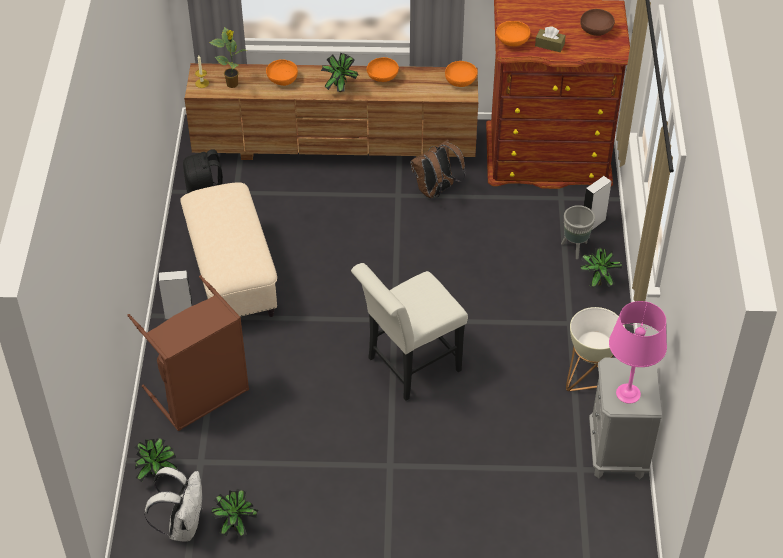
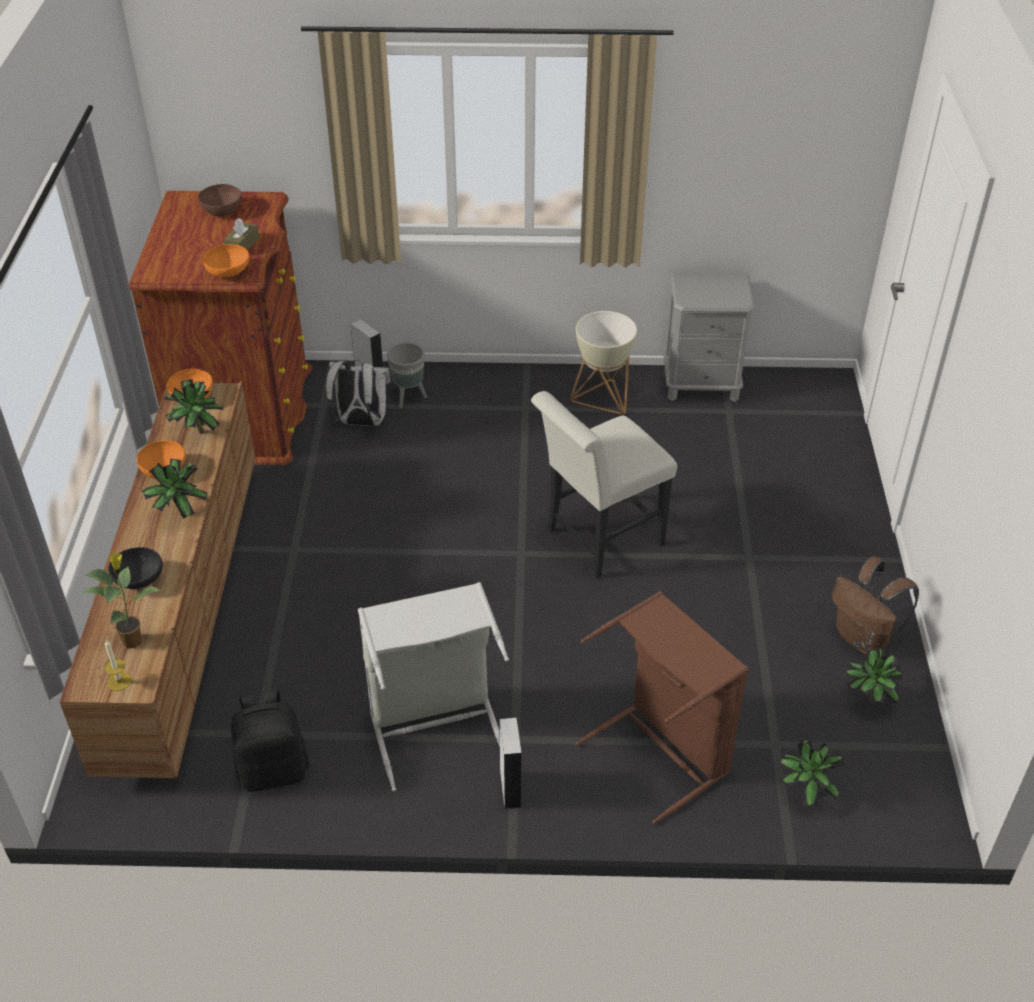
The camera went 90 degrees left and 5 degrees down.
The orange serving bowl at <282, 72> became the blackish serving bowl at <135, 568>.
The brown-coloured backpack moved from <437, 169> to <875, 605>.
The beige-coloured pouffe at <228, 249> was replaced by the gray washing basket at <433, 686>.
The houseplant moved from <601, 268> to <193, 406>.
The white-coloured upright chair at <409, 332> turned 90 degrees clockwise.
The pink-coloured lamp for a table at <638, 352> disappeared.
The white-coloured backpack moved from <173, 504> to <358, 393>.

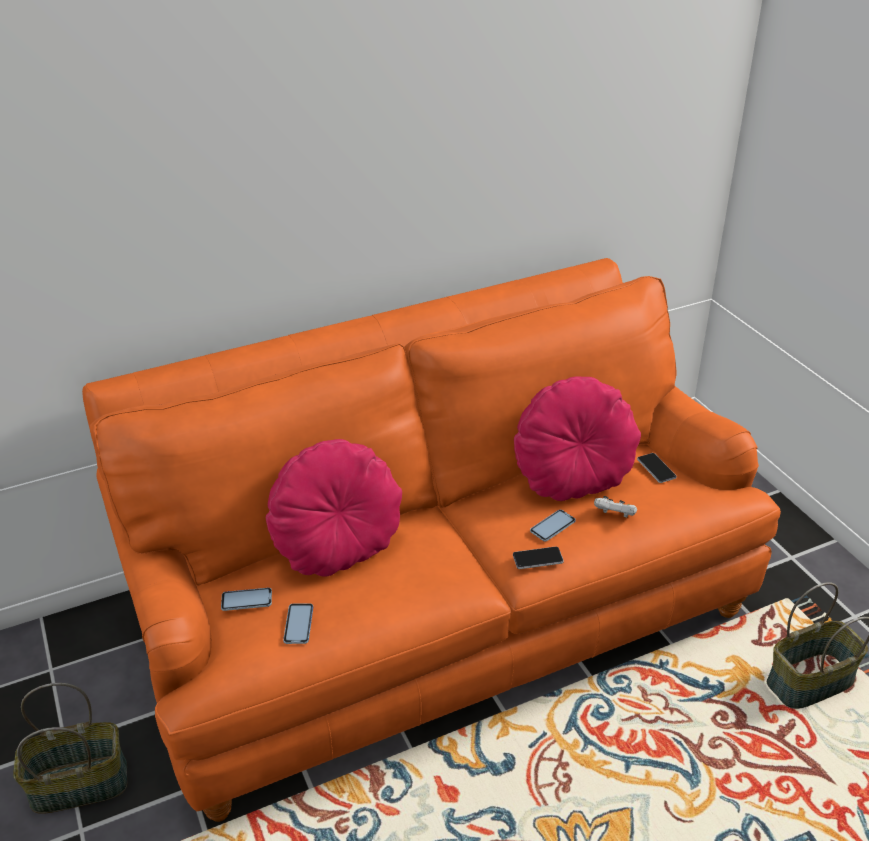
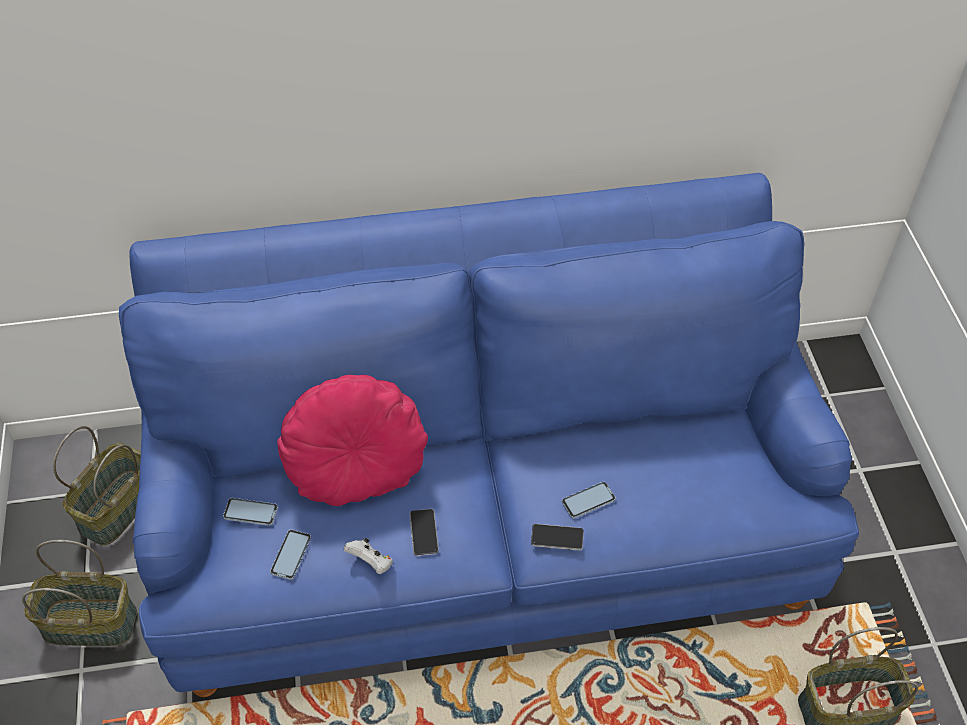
The camera went 15 degrees right and 15 degrees up.
The orange couch at <431, 540> became the blue-coloured couch at <489, 435>.
The pink-coloured pillow at <577, 439> disappeared.
The telephone moved from <657, 468> to <424, 532>.
The white-coloured game controller moved from <615, 507> to <368, 556>.
The basket at <97, 485> appeared.

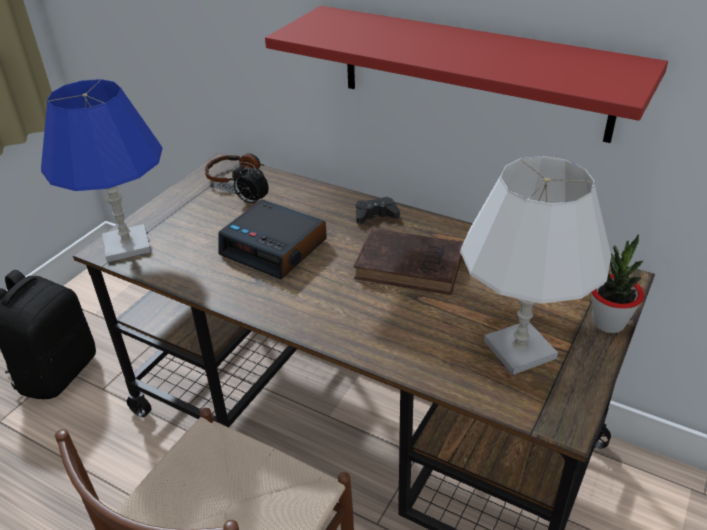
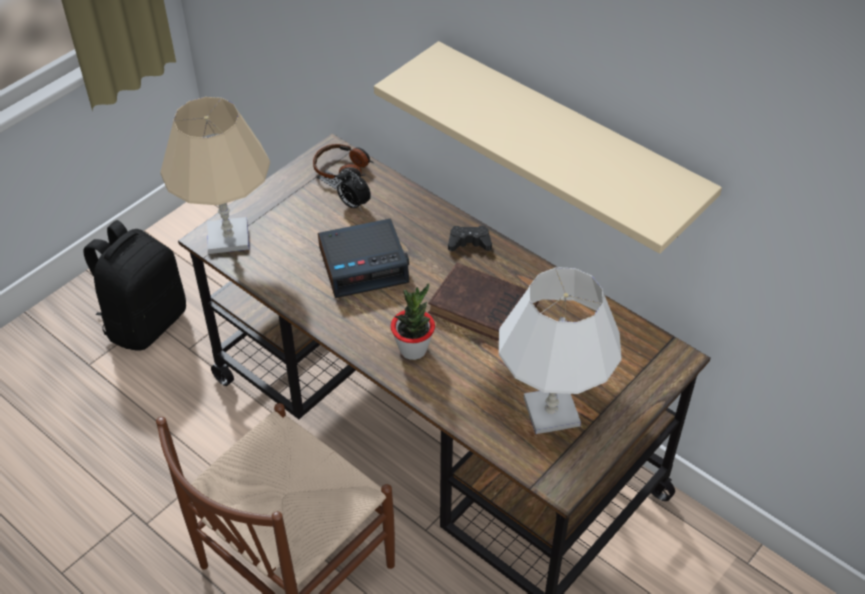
The camera went 10 degrees right and 10 degrees up.
The red shelf at <466, 74> became the beige-coloured shelf at <548, 147>.
The blue-coloured lamp for a table at <101, 170> became the beige-coloured lamp for a table at <215, 175>.
The alarm clock at <272, 239> turned 60 degrees counterclockwise.
The houseplant moved from <617, 283> to <413, 321>.

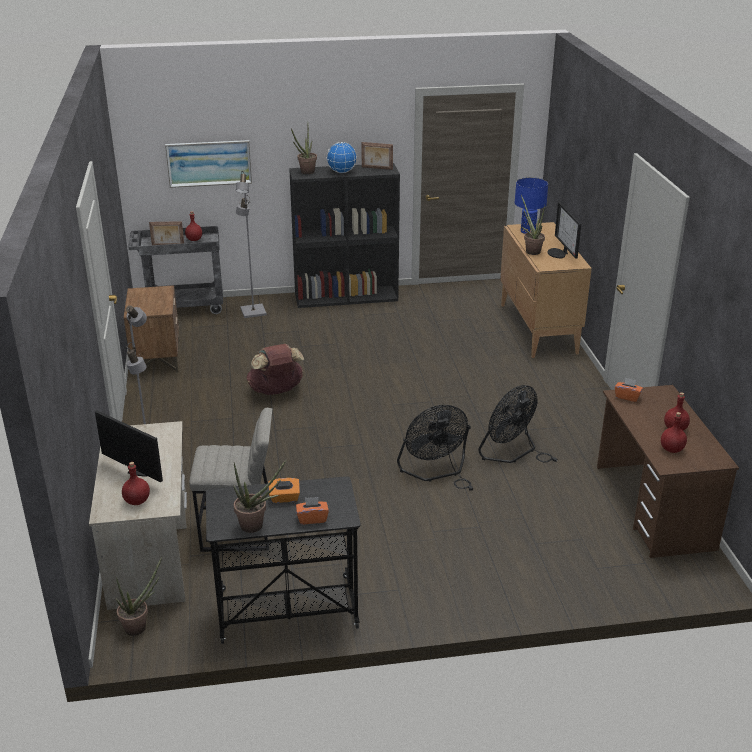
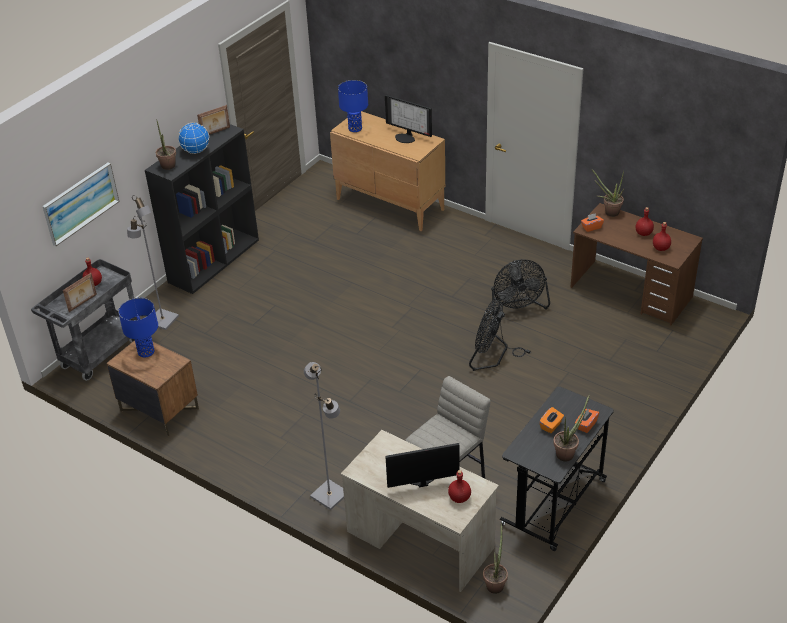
The camera went 45 degrees left and 10 degrees up.
The houseplant moved from <532, 225> to <608, 193>.
The brown-coloured backpack at <275, 369> disappeared.
The blackish fan at <518, 424> turned 105 degrees counterclockwise.
The blue-coloured lamp for a table at <138, 328> appeared.

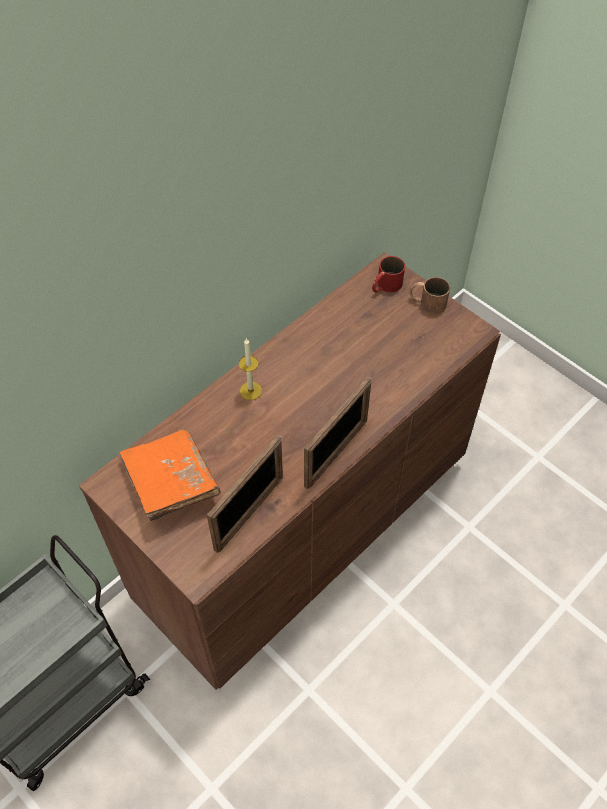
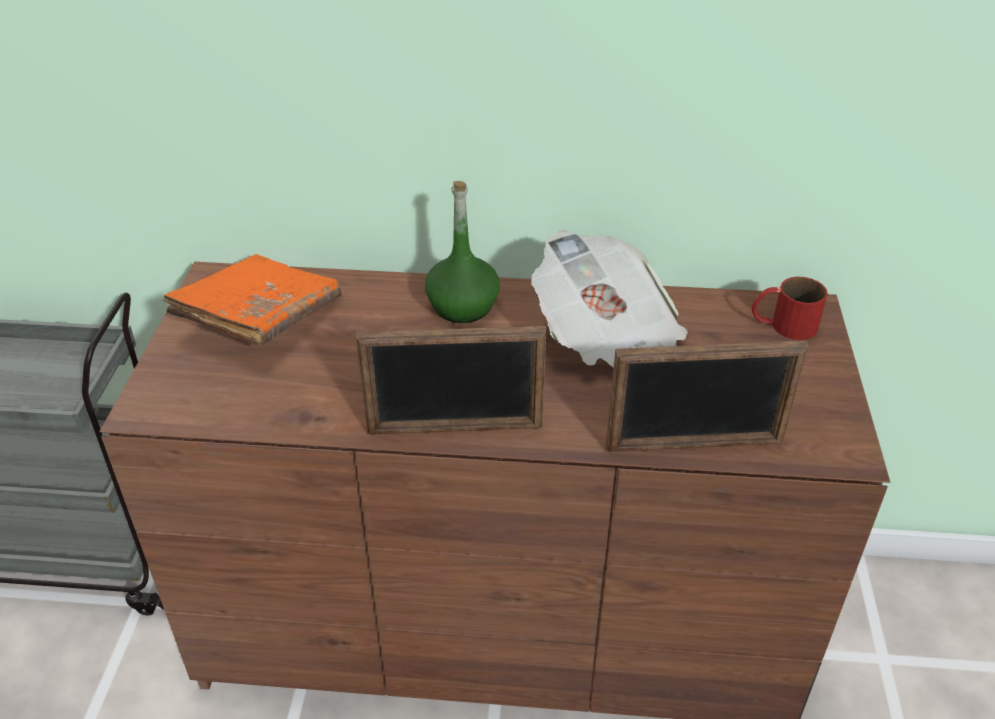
The camera went 50 degrees right and 15 degrees down.
The brown-coloured mug at <429, 295> disappeared.
The wax candle at <250, 369> was replaced by the green-coloured beverage bottle at <462, 252>.
The photo frame moved from <245, 494> to <707, 396>.
The newspaper at <609, 299> appeared.

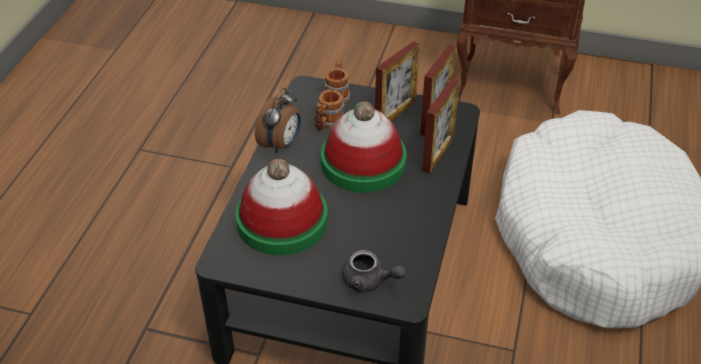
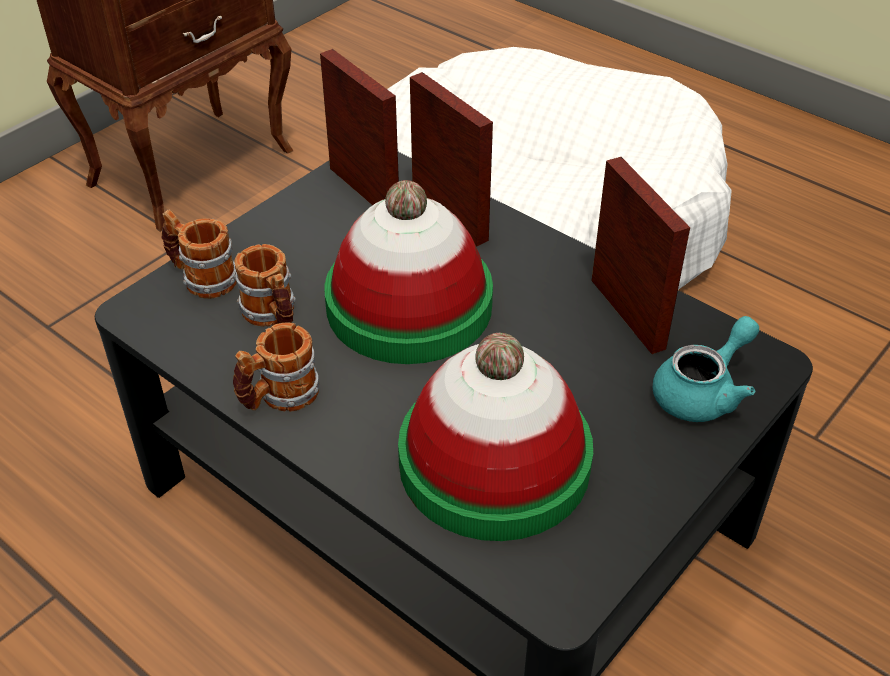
The camera went 65 degrees left and 0 degrees up.
The photo frame moved from <397, 81> to <641, 255>.
The alarm clock at <278, 121> was replaced by the mug at <276, 367>.
The gray teapot at <374, 271> became the turquoise teapot at <706, 369>.

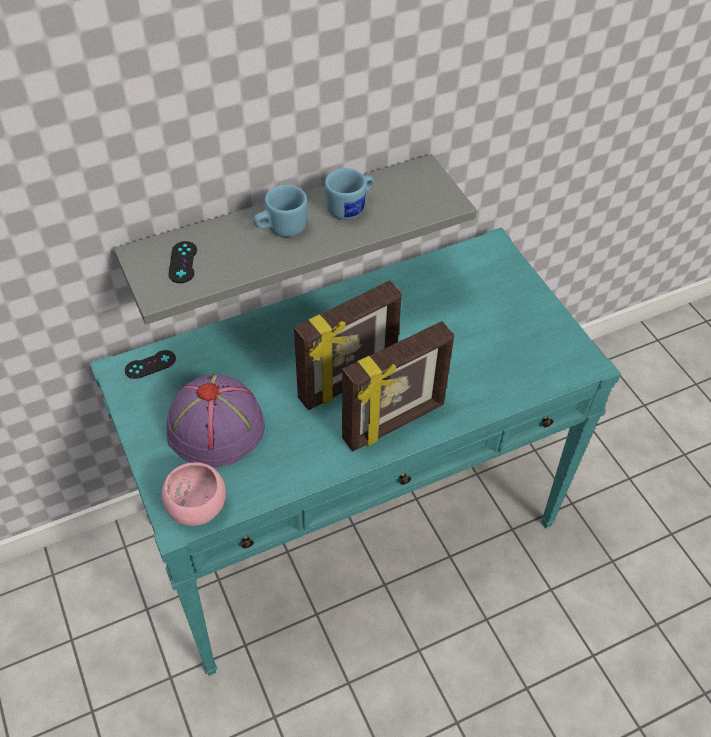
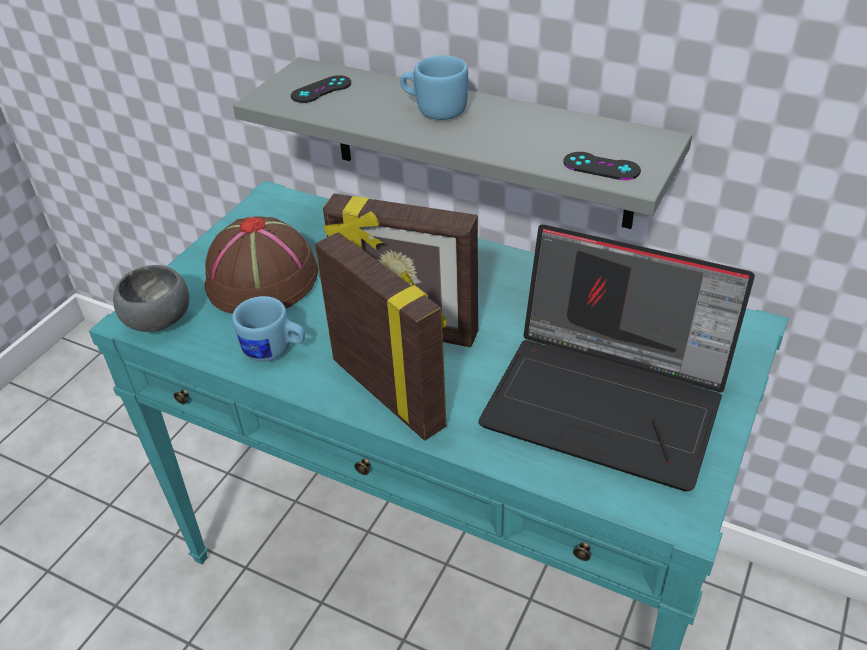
The camera went 55 degrees right and 10 degrees down.
The blue-coloured mug moved from <349, 194> to <268, 329>.
The photo frame at <398, 386> turned 150 degrees counterclockwise.
The blackish game controller moved from <150, 364> to <602, 166>.
The purple wearable hat at <215, 420> became the brown-coloured wearable hat at <261, 265>.
The pink-coloured serving bowl at <194, 494> became the gray serving bowl at <151, 298>.
The portable computer at <616, 358> appeared.

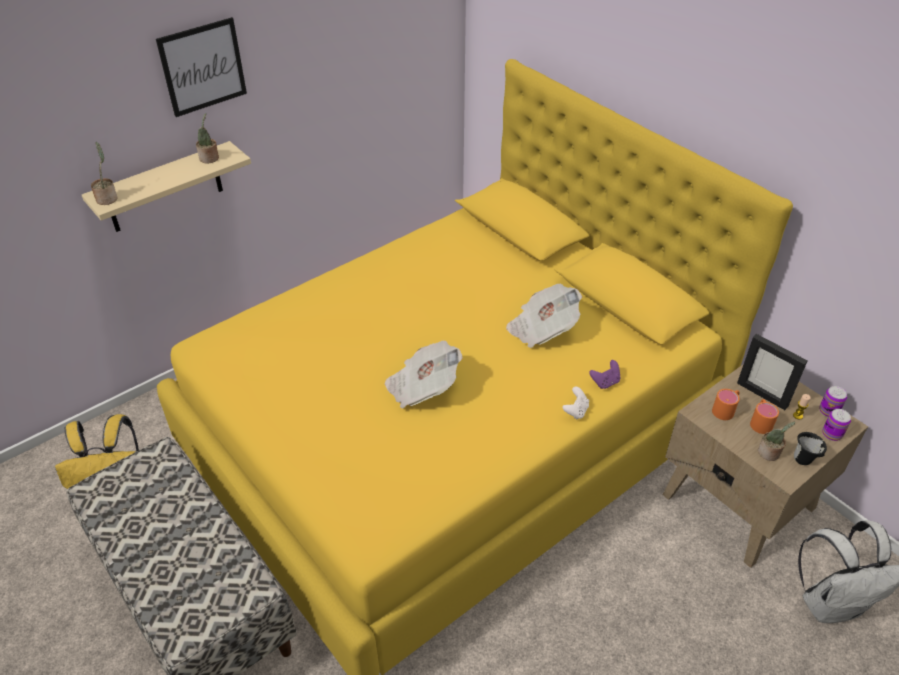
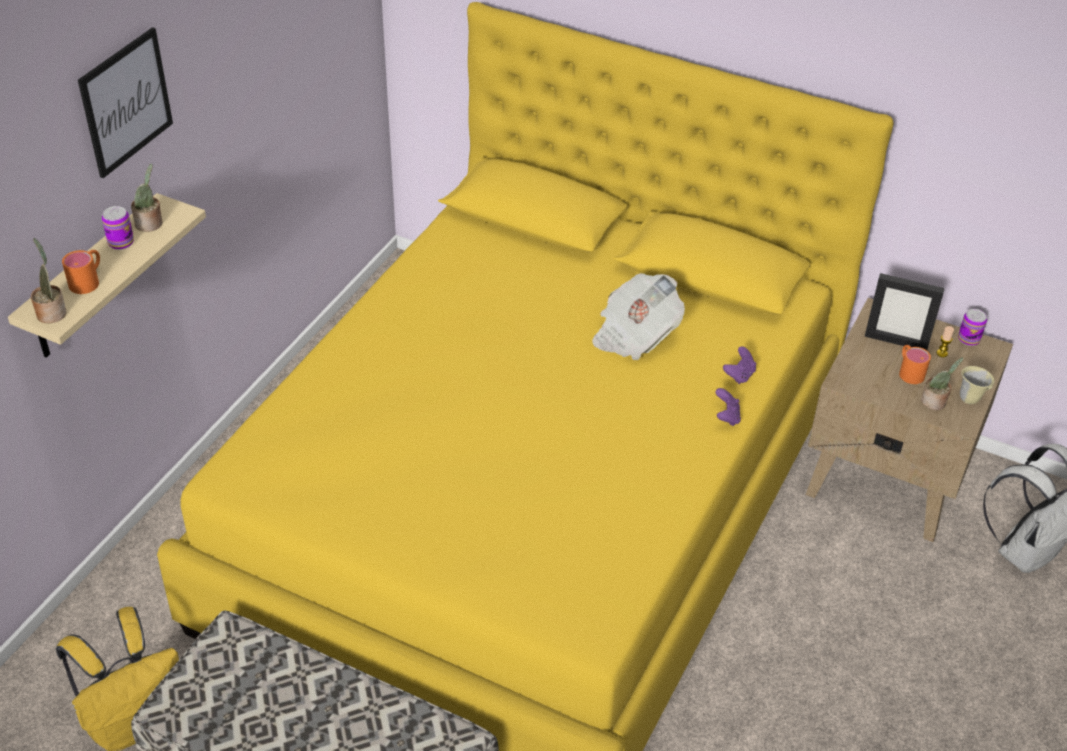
The camera went 25 degrees left and 0 degrees up.
The newspaper at <423, 374> disappeared.
The white-coloured game controller at <575, 402> became the purple game controller at <728, 407>.
The orange mug moved from <726, 404> to <81, 272>.
The metal can moved from <836, 425> to <118, 228>.
The blackish mug at <810, 448> became the beige-coloured mug at <977, 385>.

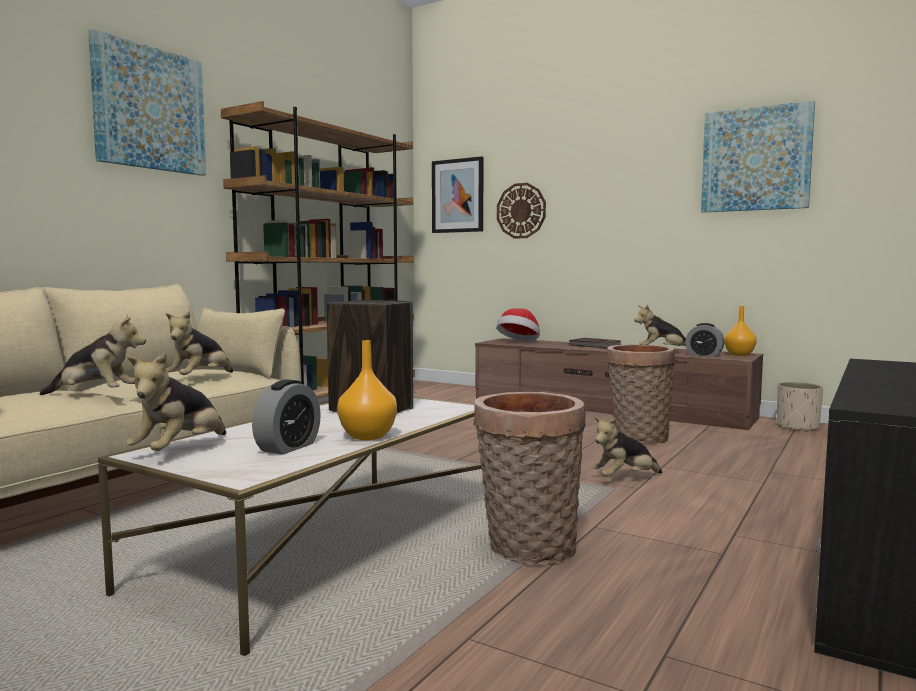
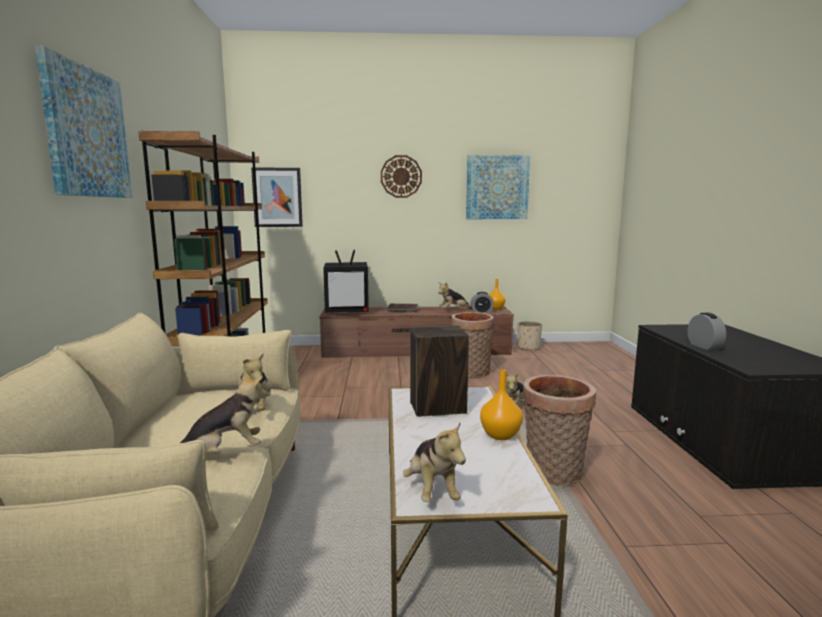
The camera went 35 degrees left and 5 degrees up.
The hanging clock moved from <521, 211> to <401, 176>.
The wearable hat at <518, 324> was replaced by the television at <346, 281>.
The alarm clock moved from <286, 417> to <707, 331>.

